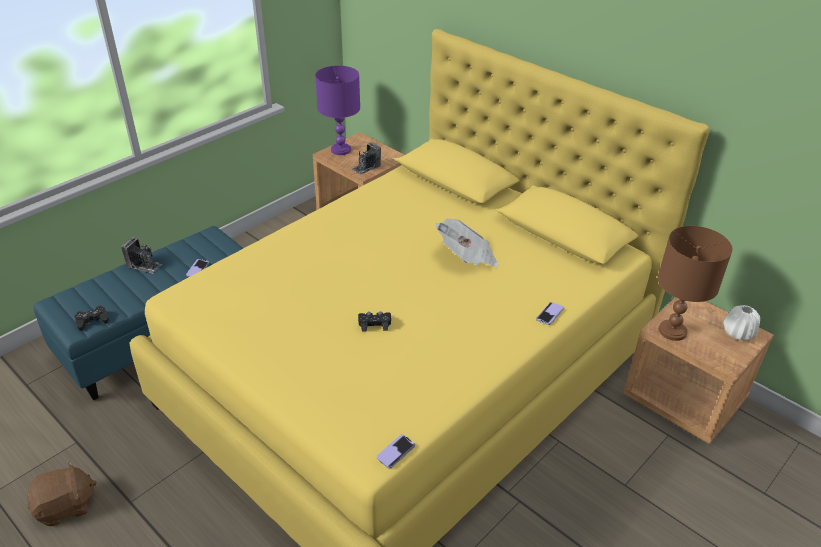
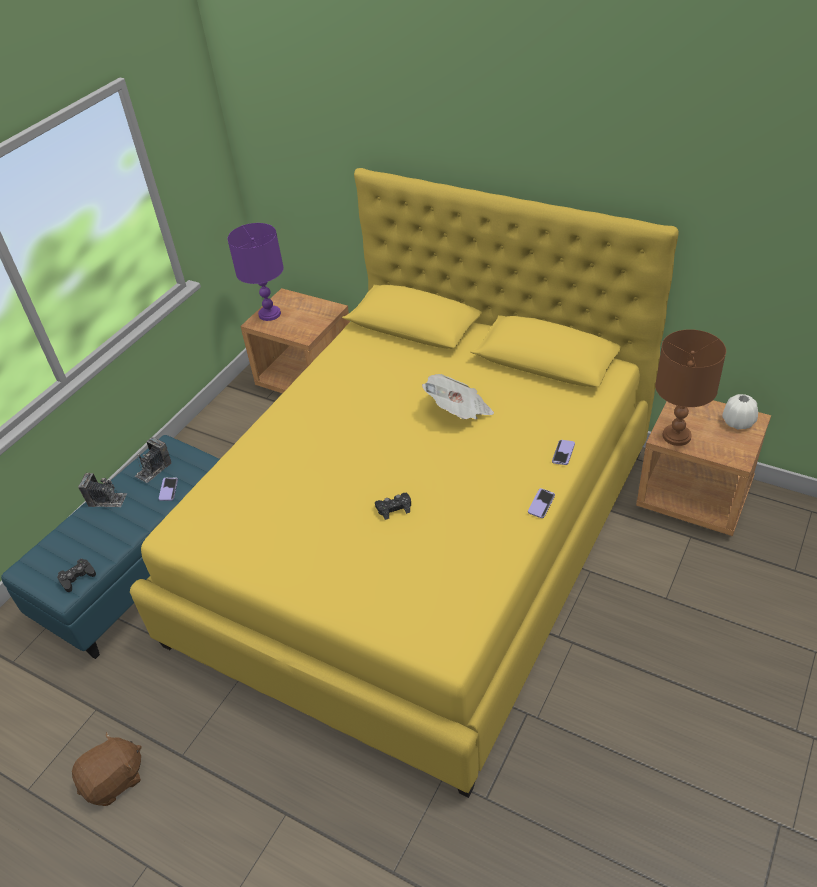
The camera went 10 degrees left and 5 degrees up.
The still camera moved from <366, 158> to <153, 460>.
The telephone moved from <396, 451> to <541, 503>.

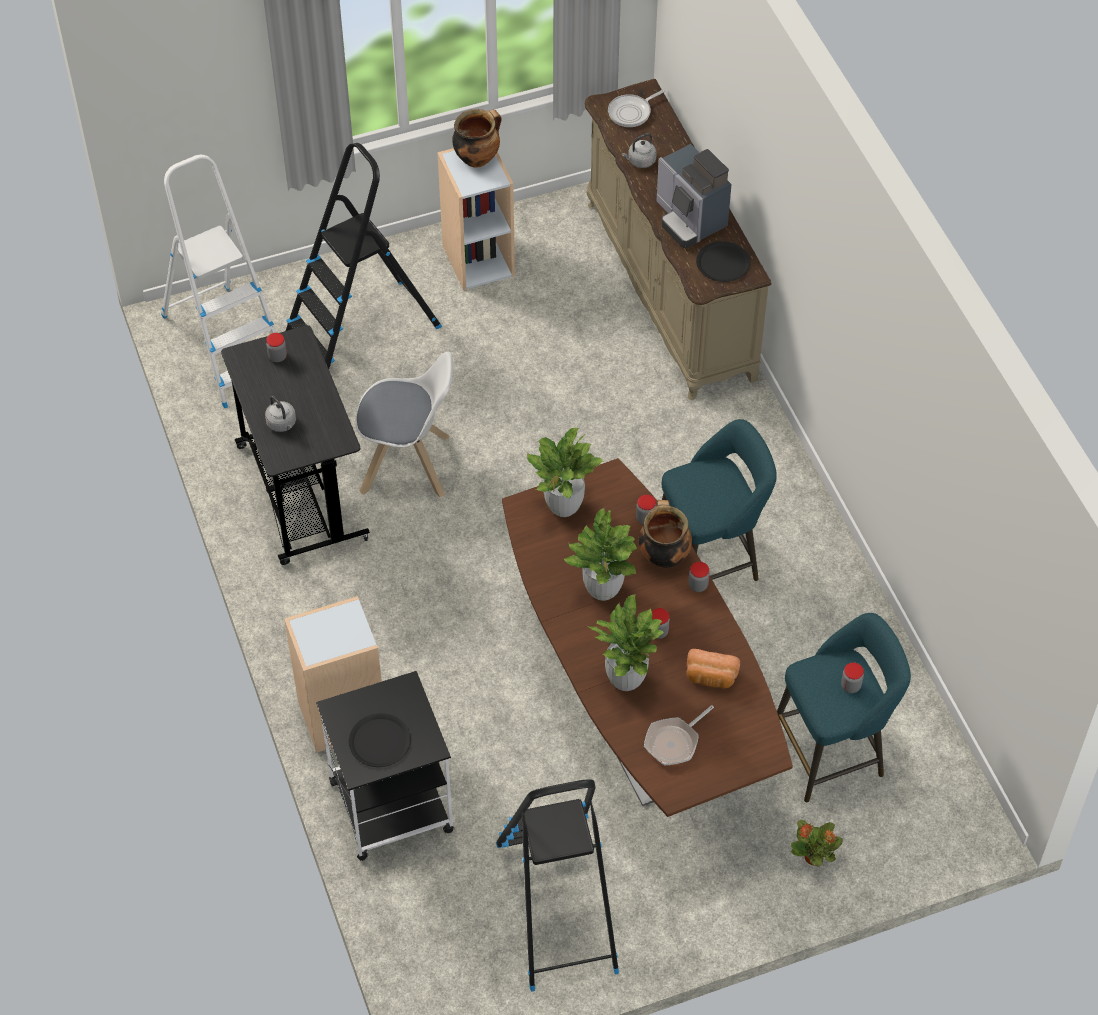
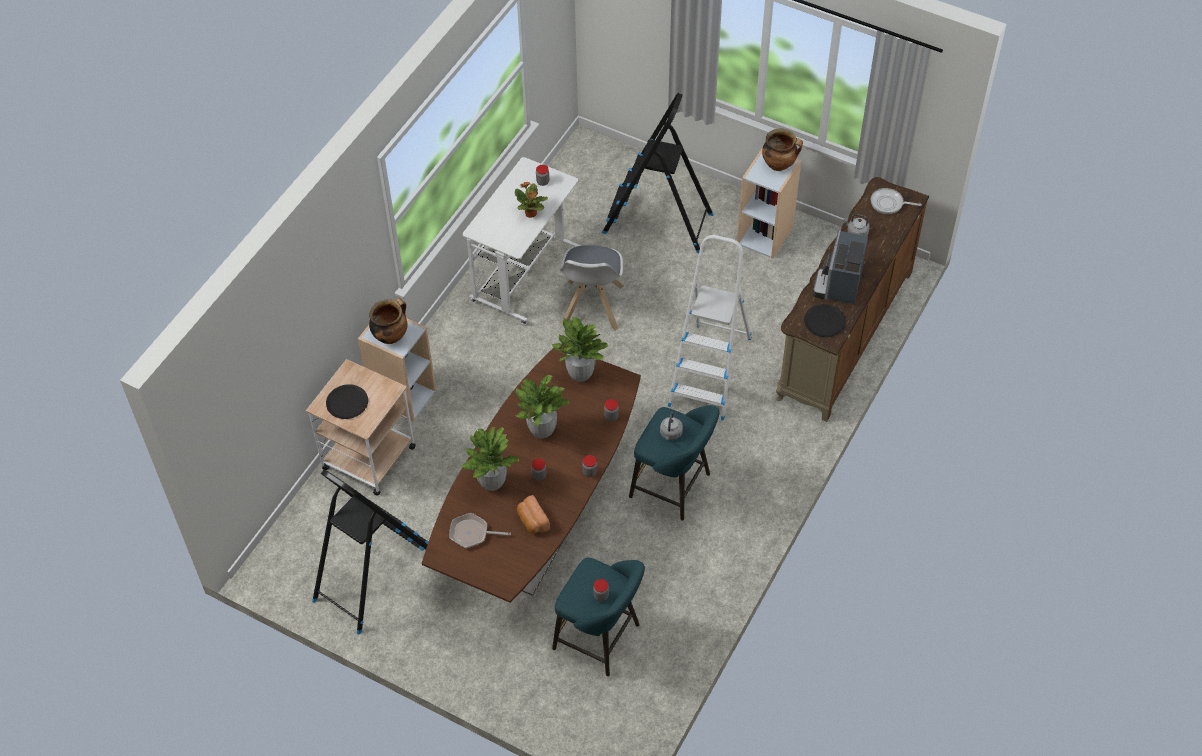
The camera went 50 degrees right and 0 degrees up.
The white-coloured step stool moved from <218, 281> to <710, 327>.
The blackish desk table at <295, 445> became the white-coloured desk table at <521, 241>.
The upright chair at <404, 424> turned 45 degrees clockwise.
The gray tea kettle moved from <280, 414> to <671, 426>.
The stockpot moved from <665, 534> to <388, 321>.
The blackish trolley at <385, 766> became the beige-coloured trolley at <361, 427>.
The houseplant moved from <817, 843> to <531, 200>.

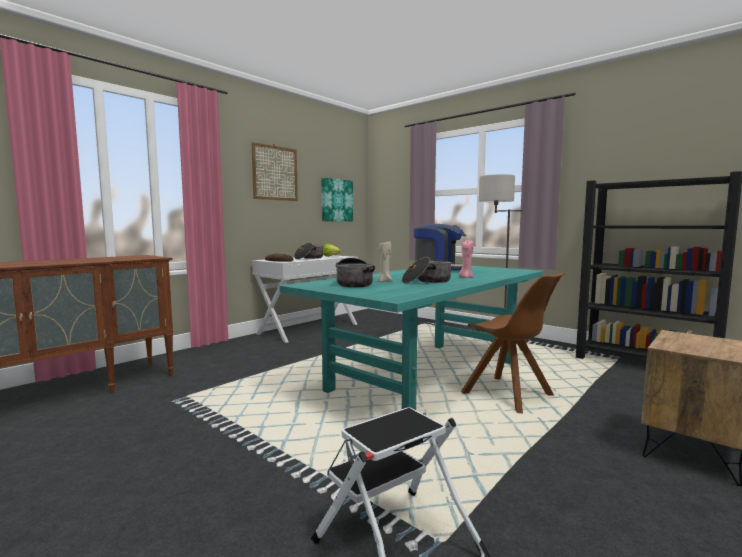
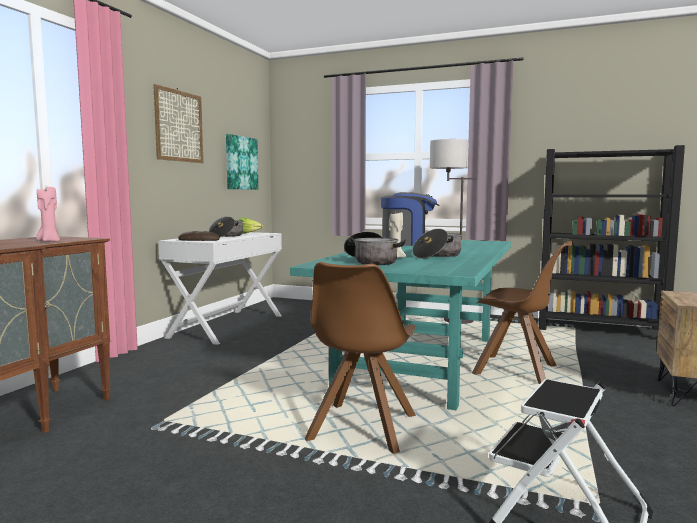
The camera went 20 degrees left and 0 degrees up.
The pink-coloured wax candle moved from <466, 259> to <48, 214>.
The brown-coloured upright chair at <360, 358> appeared.

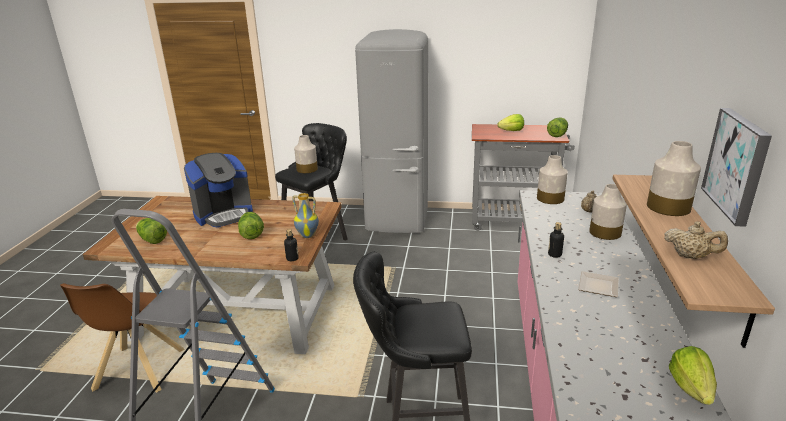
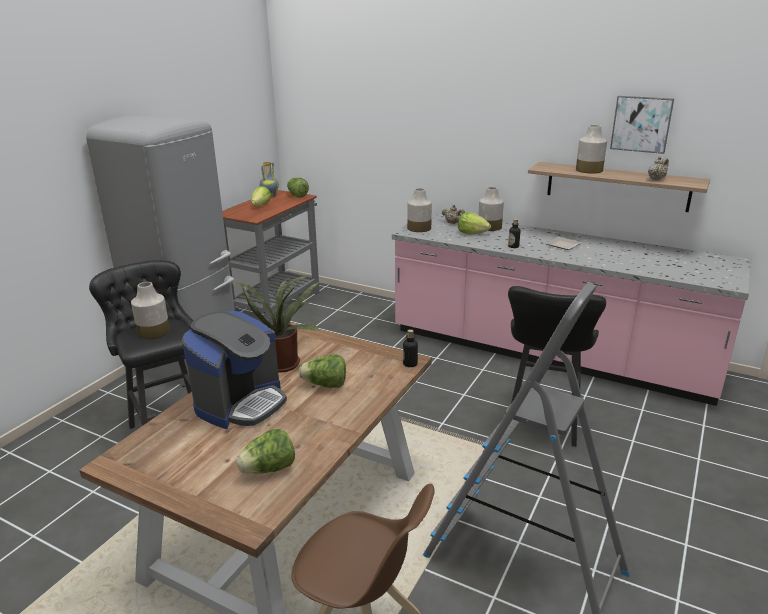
The camera went 70 degrees left and 0 degrees up.
The coffee maker at <218, 190> turned 45 degrees clockwise.
The vase moved from <305, 215> to <269, 180>.
The lettuce moved from <693, 375> to <474, 223>.
The houseplant at <275, 323> appeared.

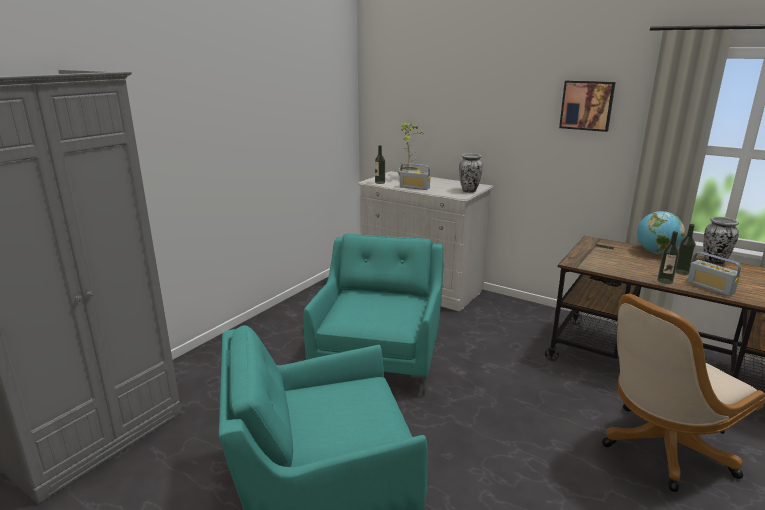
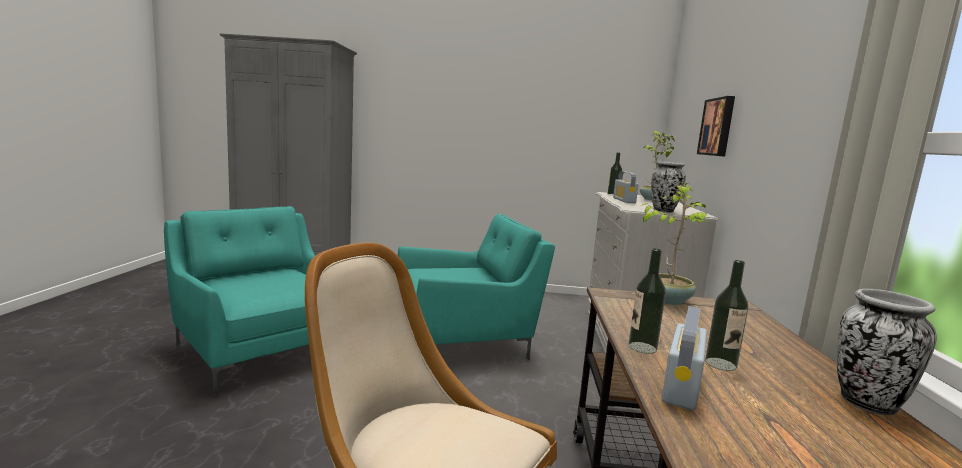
The camera went 60 degrees right and 10 degrees down.
The wall picture moved from <587, 106> to <716, 126>.
The desk globe at <661, 232> disappeared.
The houseplant at <674, 244> appeared.

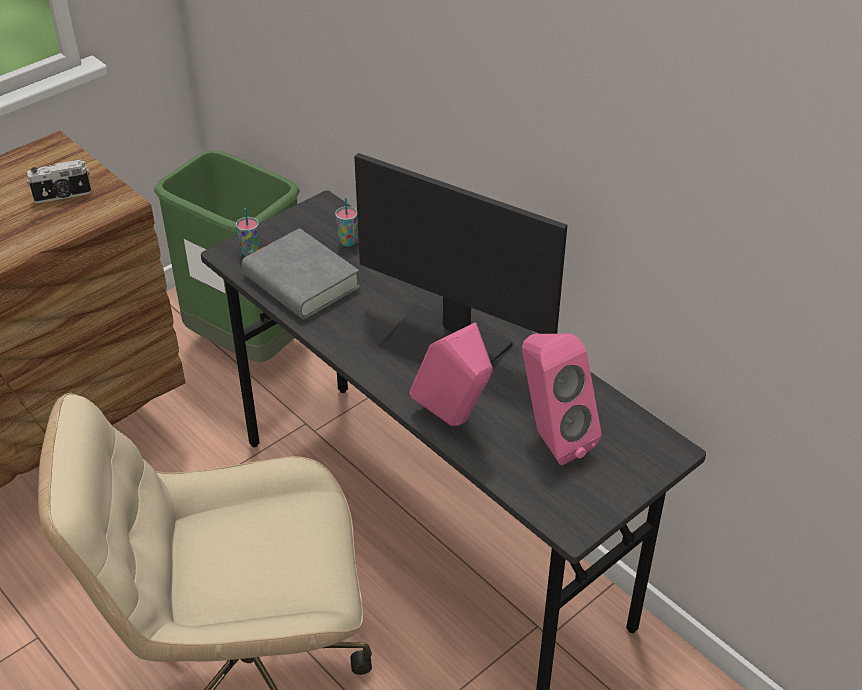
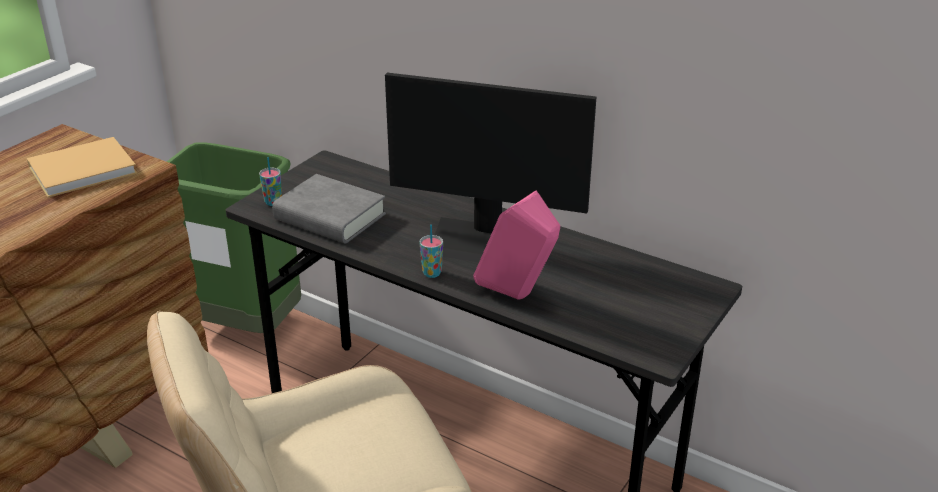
The camera went 15 degrees left and 10 degrees down.
The still camera at <58, 181> was replaced by the beige-coloured volume at <82, 167>.
The cup moved from <346, 222> to <431, 251>.
The pink-coloured audio speaker at <562, 399> disappeared.

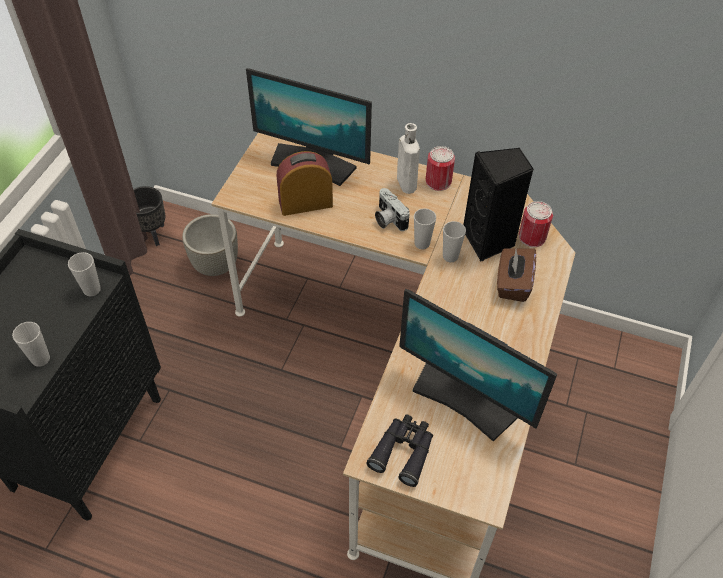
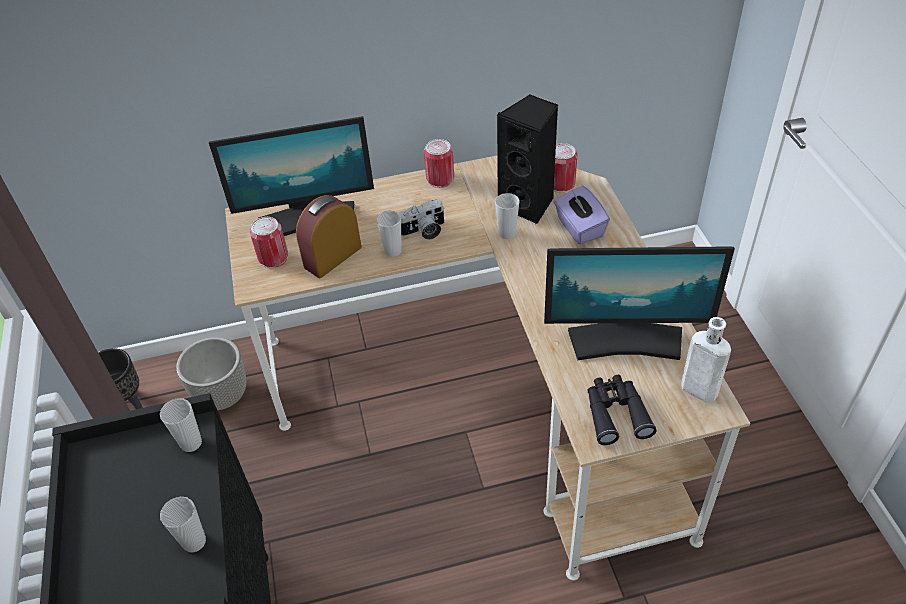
The camera went 30 degrees left and 5 degrees down.
The white-coloured beverage bottle moved from <408, 158> to <706, 360>.
The still camera at <392, 209> turned 45 degrees counterclockwise.
The cup moved from <425, 228> to <389, 234>.
The brown-coloured box of tissues at <516, 275> became the purple box of tissues at <582, 215>.
The metal can at <269, 242> appeared.

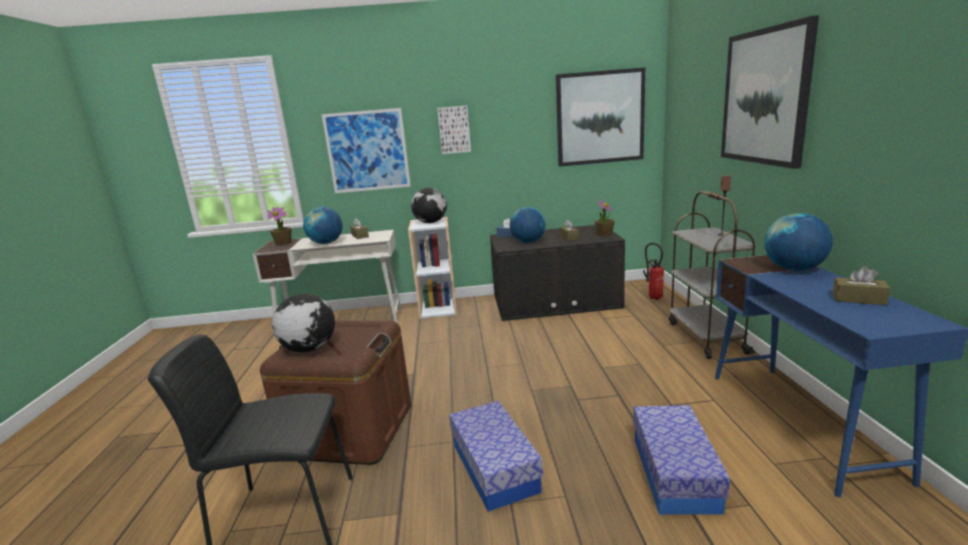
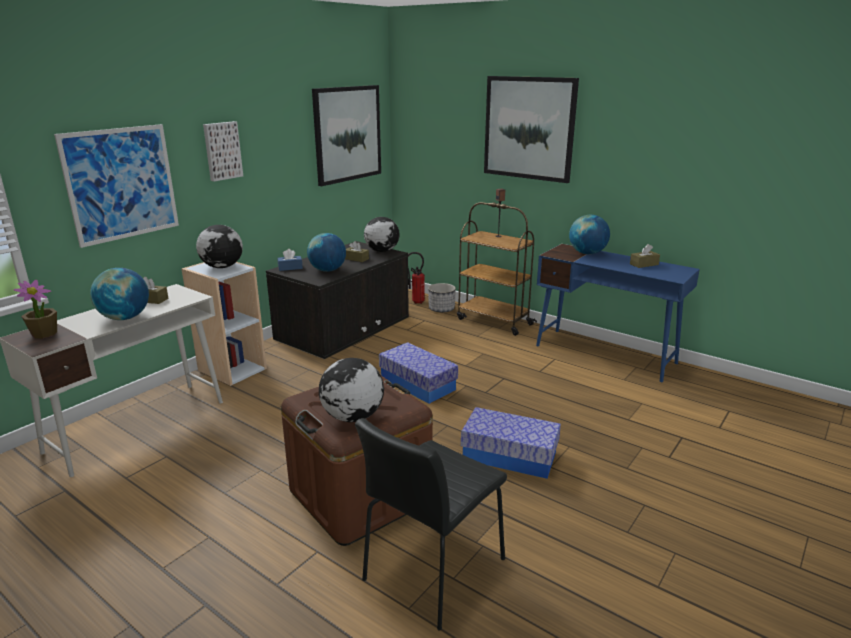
The camera went 50 degrees left and 5 degrees up.
The gray trolley at <713, 275> became the brown-coloured trolley at <497, 269>.
The houseplant at <605, 218> was replaced by the desk globe at <382, 234>.
The storage box moved from <681, 460> to <418, 373>.
The planter at <442, 297> appeared.

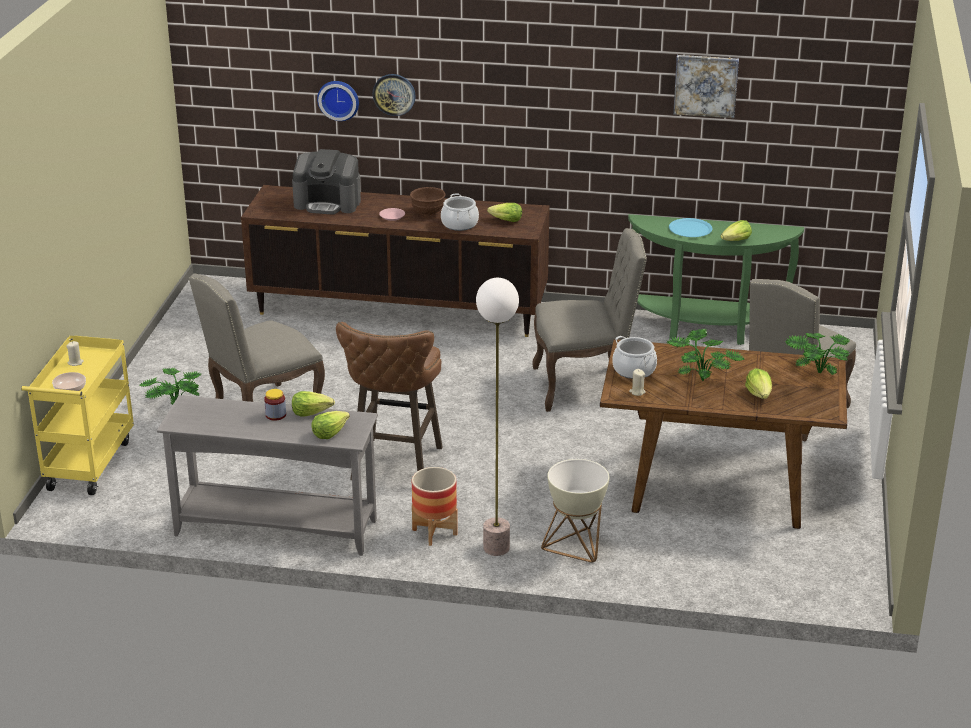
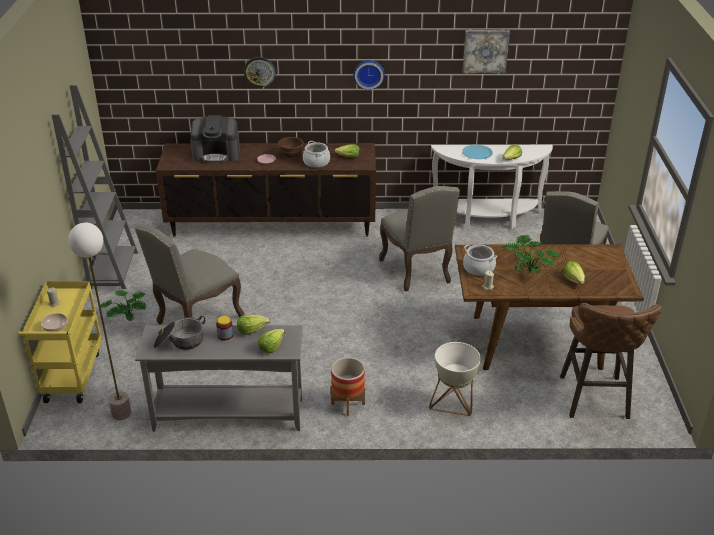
The camera went 10 degrees left and 5 degrees up.
The hanging clock moved from <338, 101> to <369, 75>.
The green-coloured narrow table at <716, 279> became the white-coloured narrow table at <492, 187>.
The gray upright chair at <589, 320> turned 90 degrees clockwise.
The floor lamp moved from <497, 417> to <99, 321>.
The brown-coloured sitting stool moved from <389, 401> to <611, 361>.
The houseplant at <817, 354> disappeared.
The gray bookcase at <95, 187> appeared.
The stockpot at <179, 333> appeared.

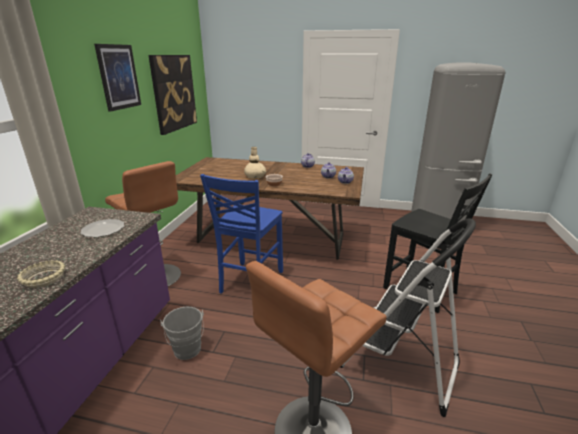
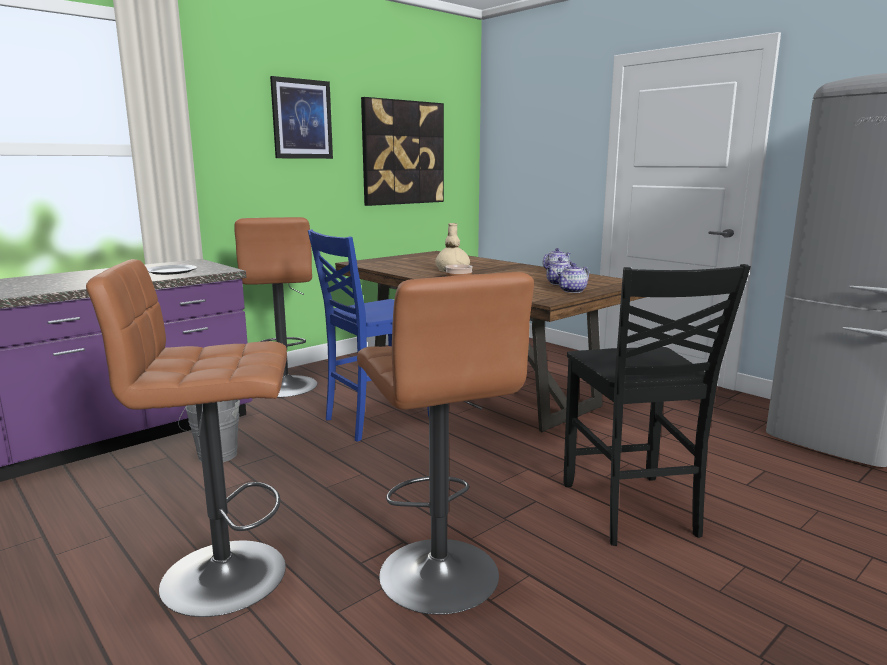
The camera went 35 degrees right and 10 degrees down.
The step stool at <408, 318> was replaced by the brown-coloured sitting stool at <445, 443>.
The beige-coloured serving bowl at <41, 274> disappeared.

